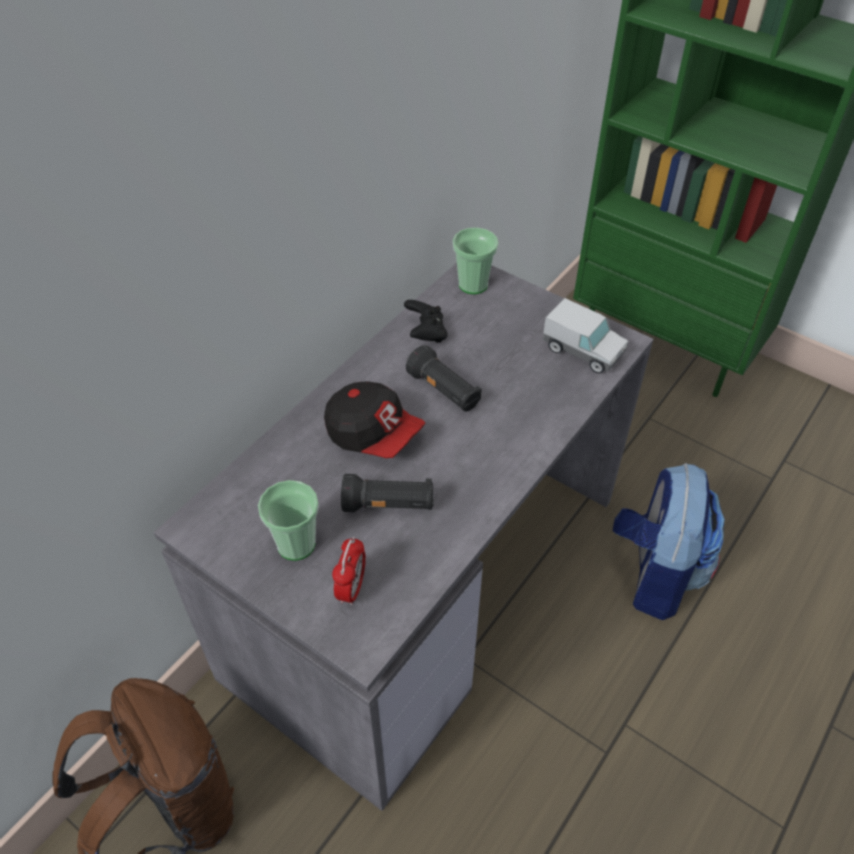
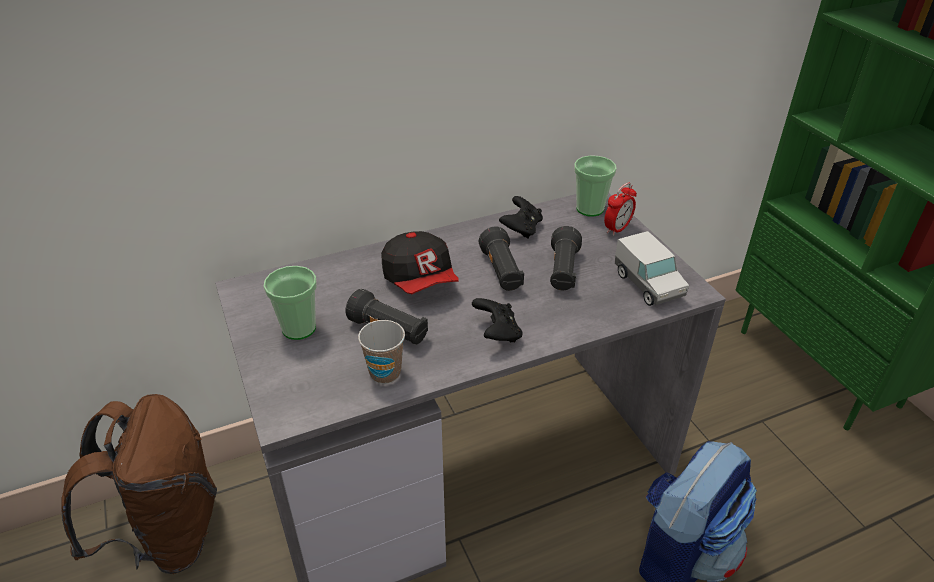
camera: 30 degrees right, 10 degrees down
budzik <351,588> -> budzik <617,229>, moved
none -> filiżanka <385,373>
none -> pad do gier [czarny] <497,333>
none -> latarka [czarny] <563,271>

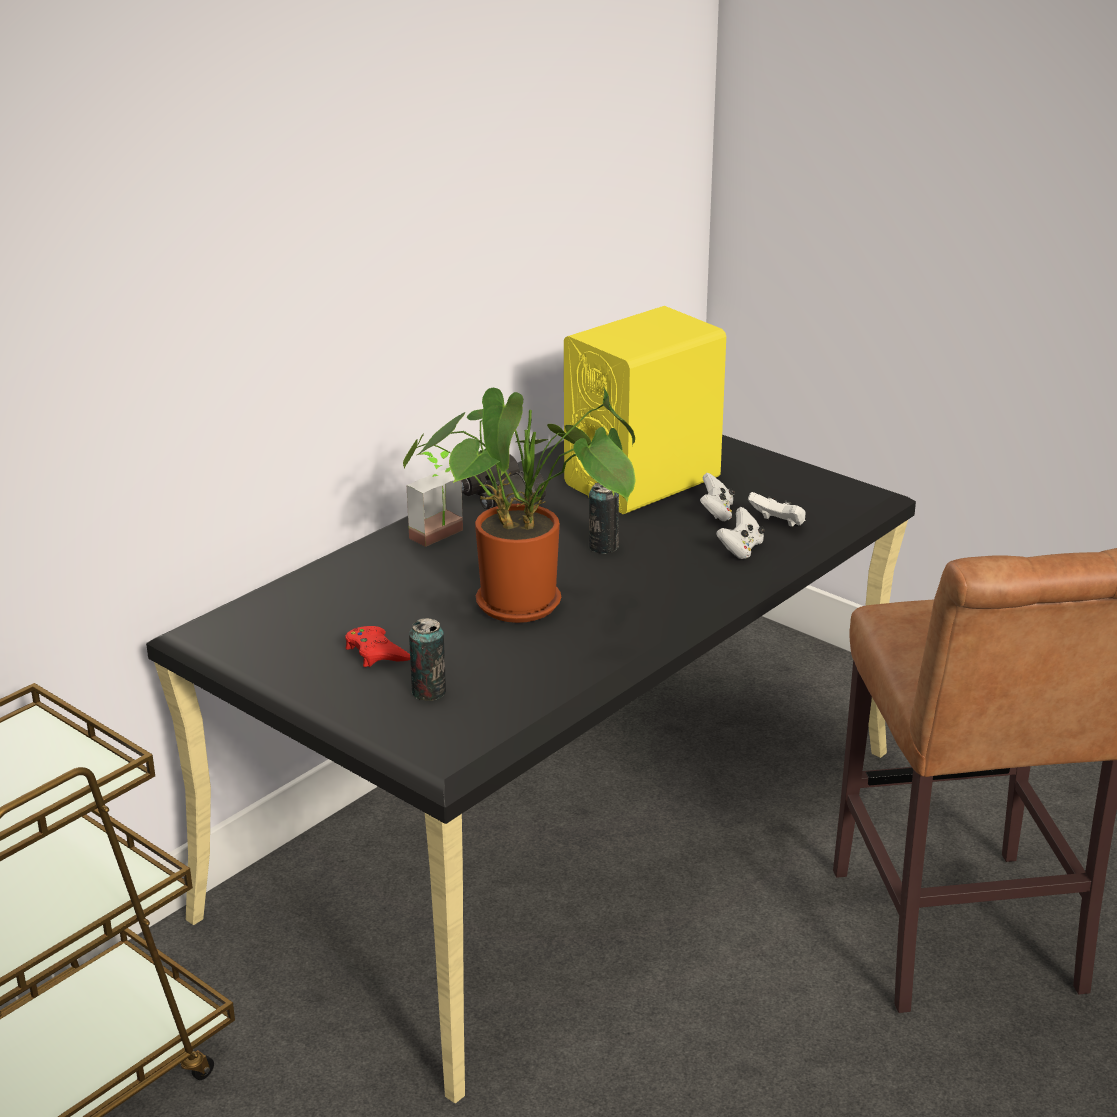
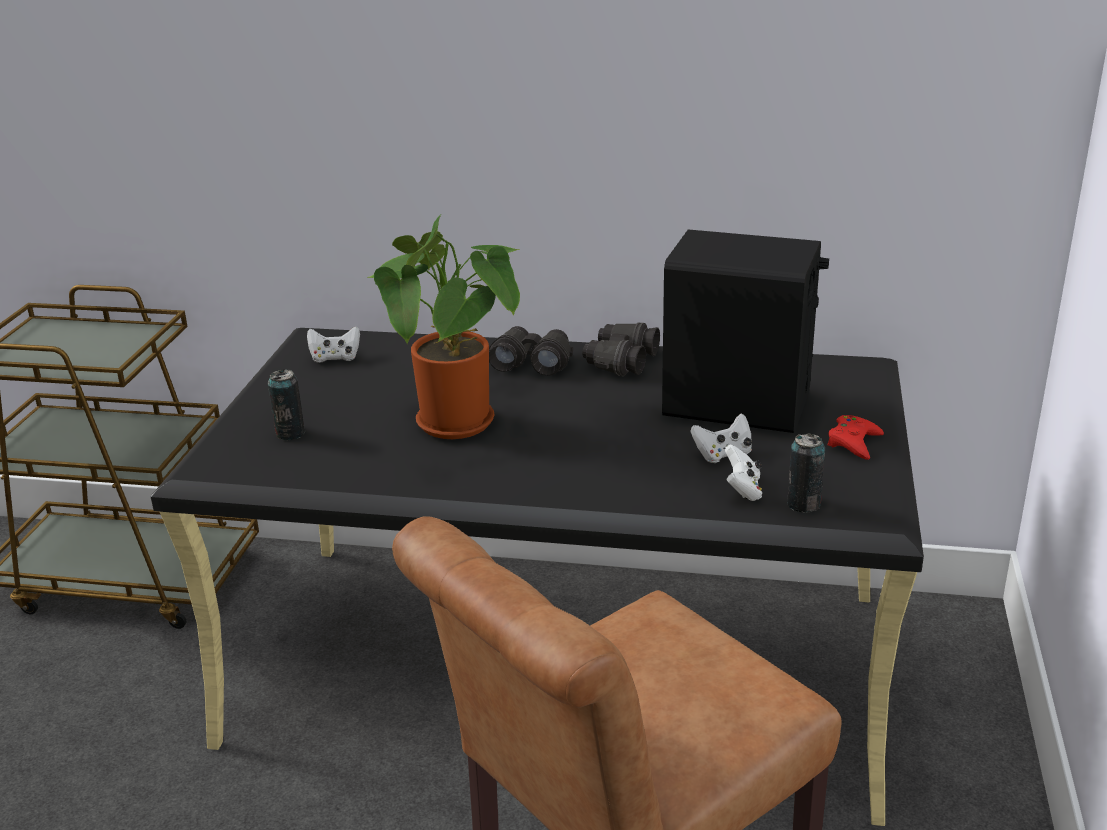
camera: 60 degrees right, 0 degrees up
pad do gier [czerwony] <376,653> -> pad do gier [czerwony] <854,442>, moved
roślina doniczkowa <443,537> -> lornetka [czarny] <531,362>
głośnik [żółty] <642,481> -> głośnik [czarny] <738,404>
puszka <603,547> -> puszka <803,504>, moved
pad do gier [biały] <741,549> -> pad do gier [biały] <335,358>, moved

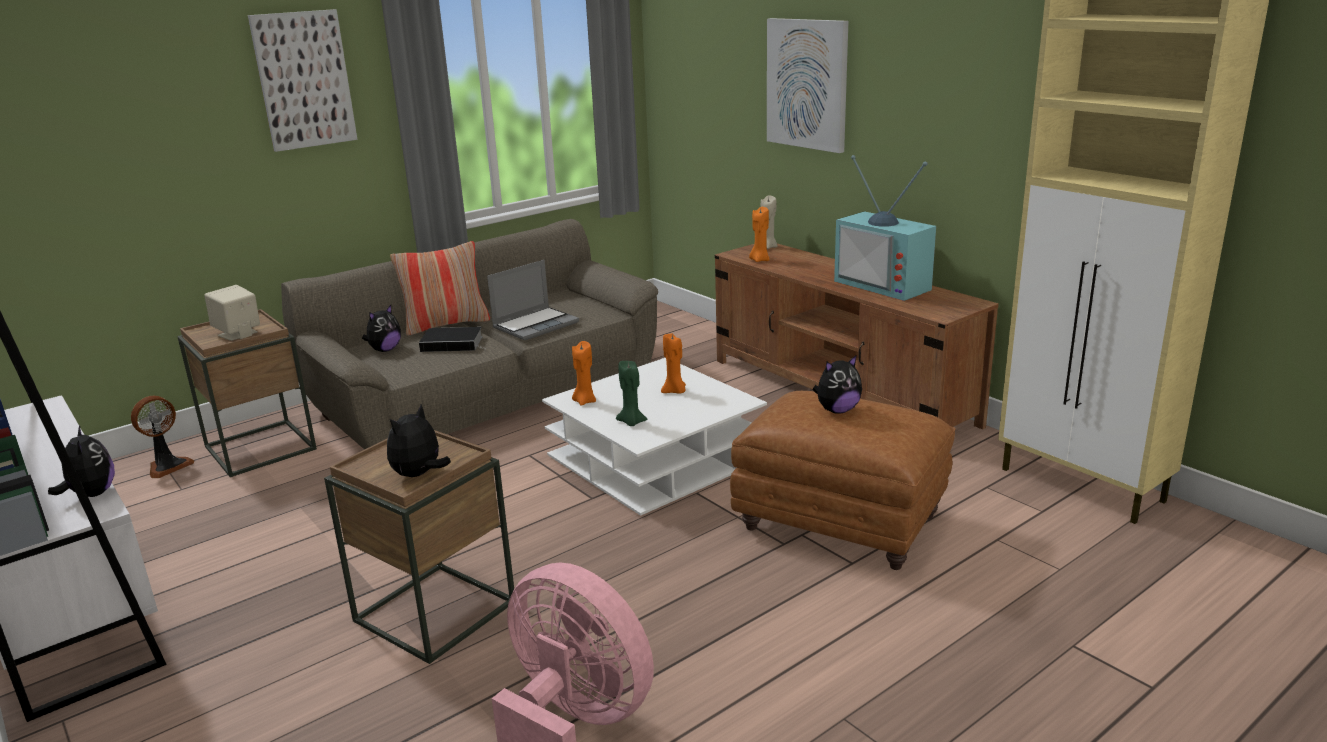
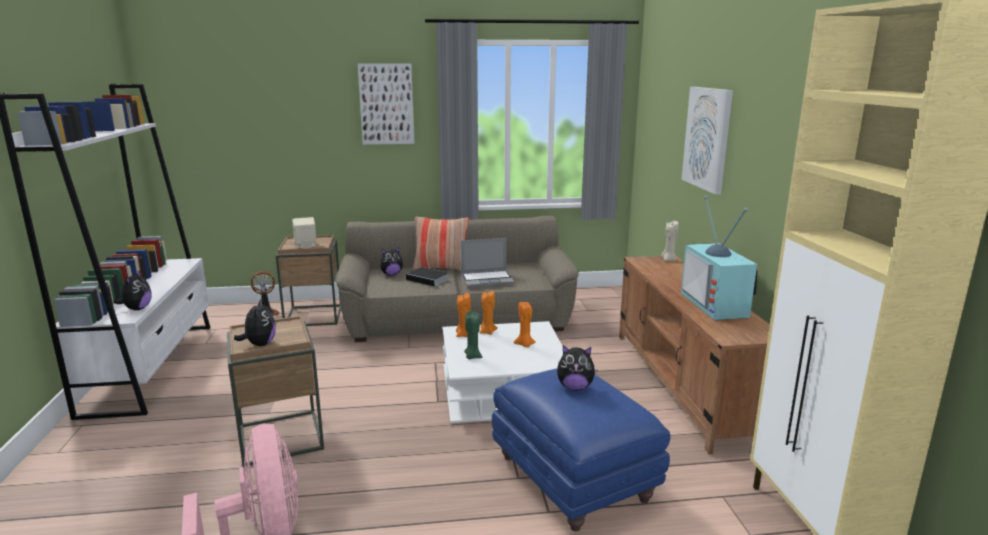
camera: 30 degrees right, 5 degrees down
pluszak <419,475> -> pluszak <259,344>, 105 degrees clockwise
pufa [brązowy] <842,523> -> pufa [niebieski] <575,480>
świeca [pomarańczowy] <759,260> -> świeca [pomarańczowy] <487,332>, moved

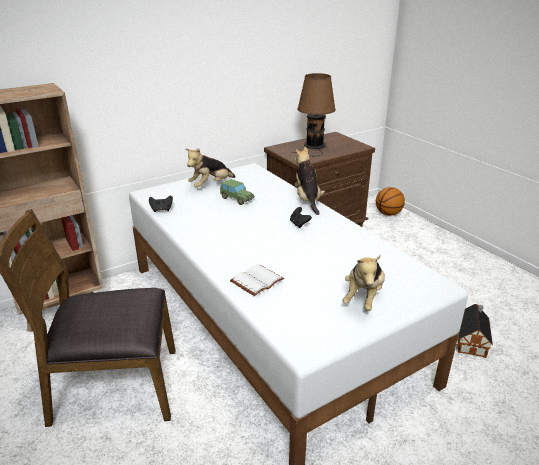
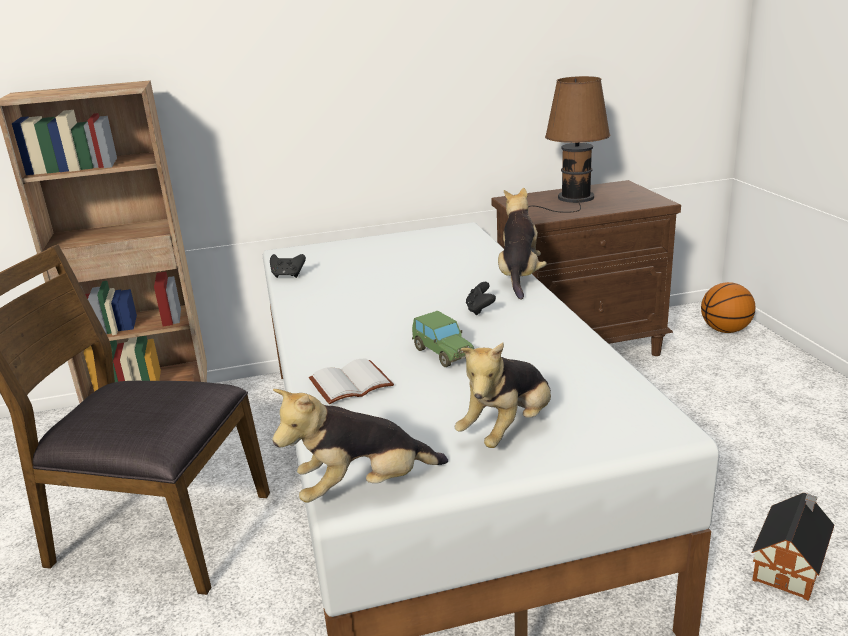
camera: 20 degrees right, 5 degrees down
pluszak <210,185> -> pluszak <363,488>, moved
samochodzik <236,199> -> samochodzik <443,353>, moved

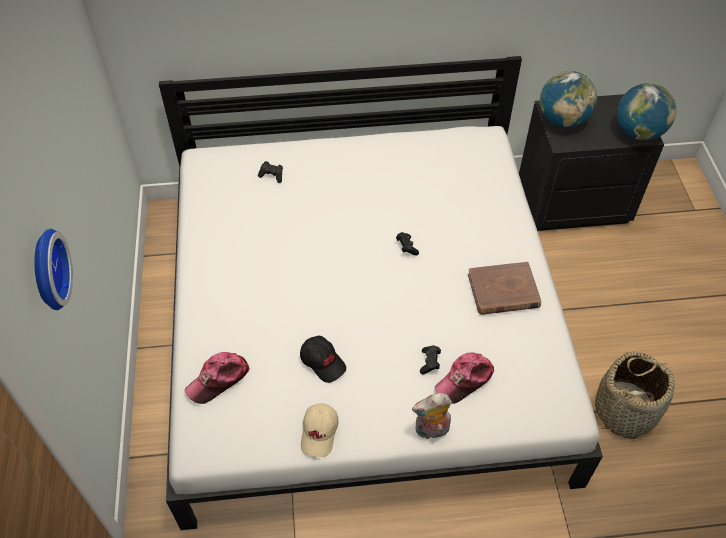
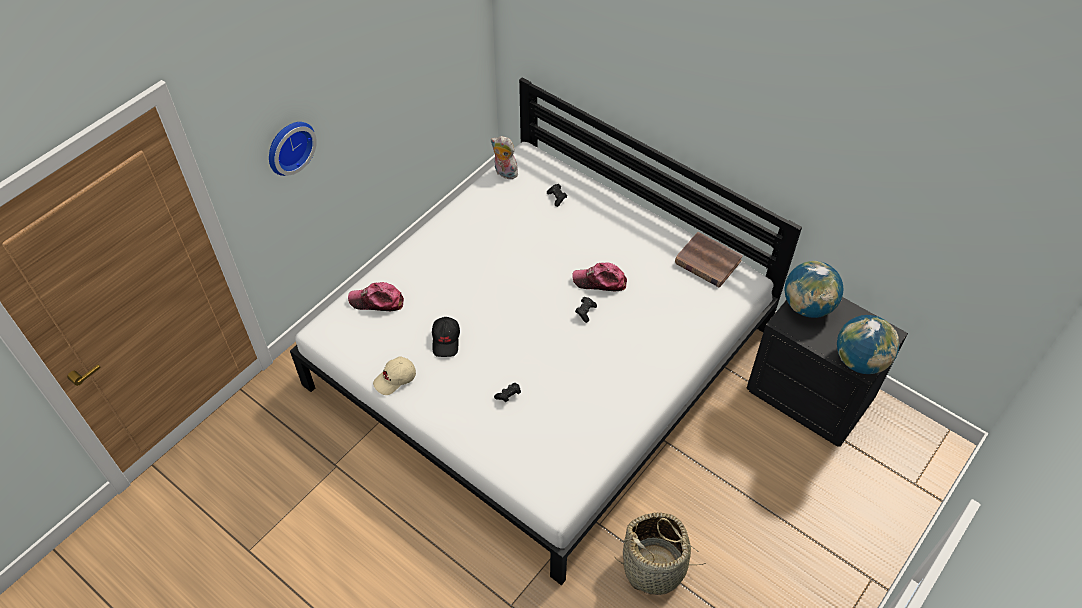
camera: 45 degrees right, 0 degrees up
pluszak <431,431> -> pluszak <504,173>, moved
czapka z daszkiem <465,380> -> czapka z daszkiem <600,281>, moved
książka [brązowy] <503,291> -> książka [brązowy] <707,262>, moved

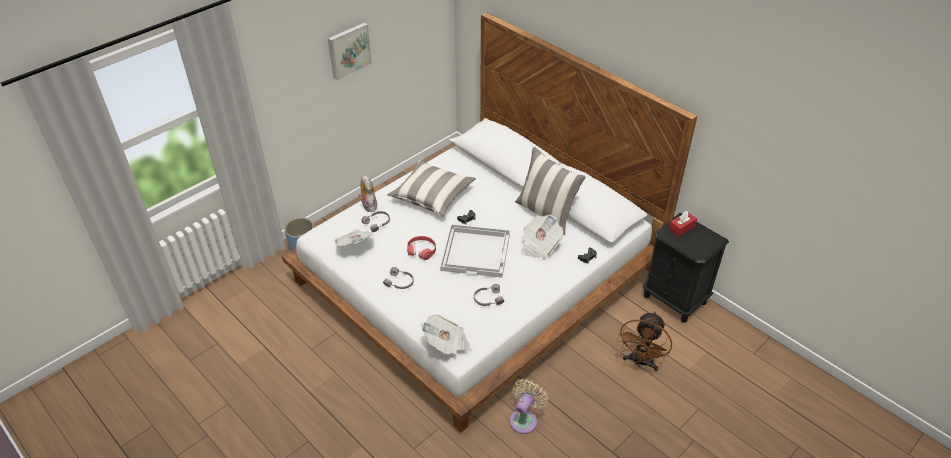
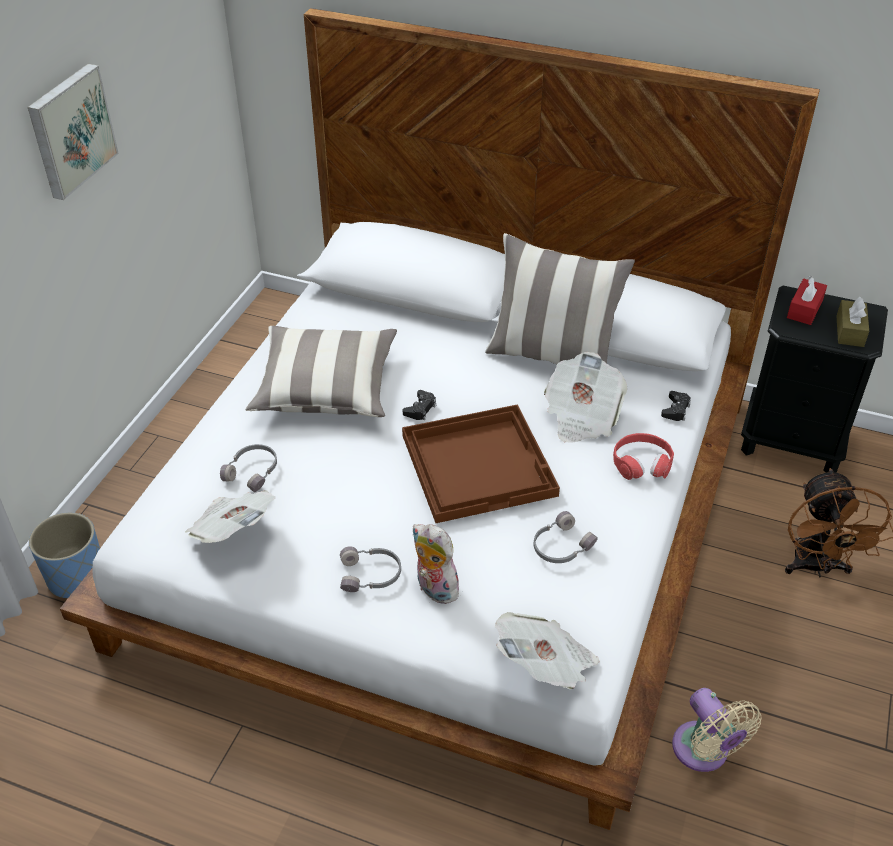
camera: 25 degrees left, 0 degrees up
pluszak <368,206> -> pluszak <434,589>, moved
słuchawki [czerwony] <421,250> -> słuchawki [czerwony] <642,463>, moved
taca [biały] <476,251> -> taca [brązowy] <479,464>
wentylator [beżowy] <525,419> -> wentylator [beżowy] <704,752>, 150 degrees clockwise
none -> pudełko chusteczek [brązowy] <849,331>

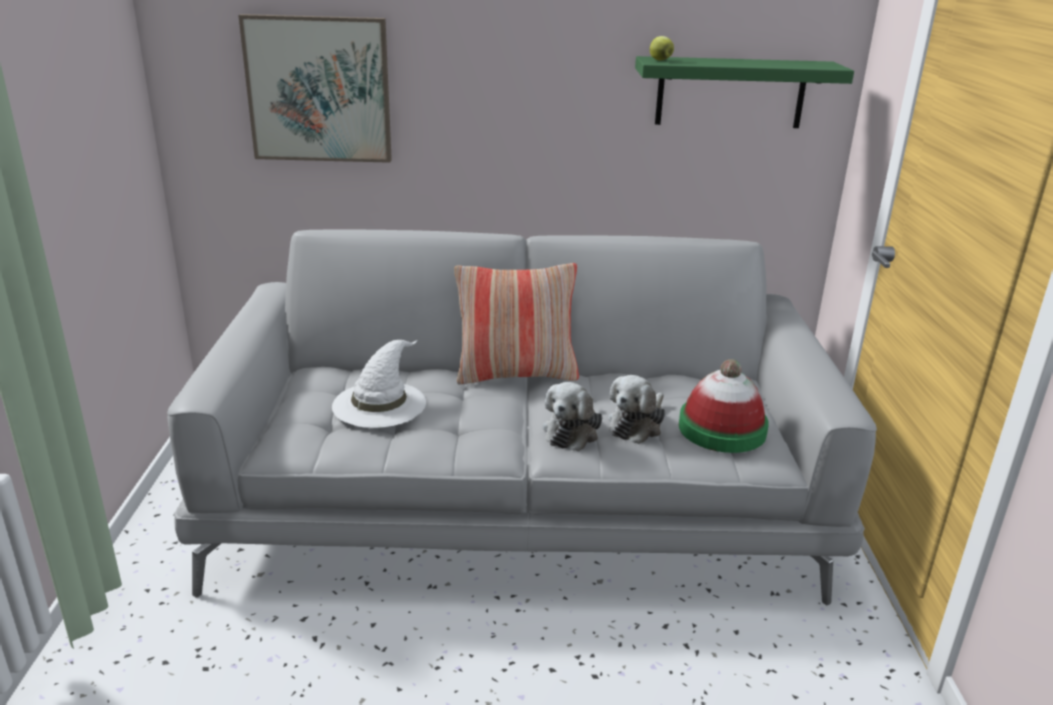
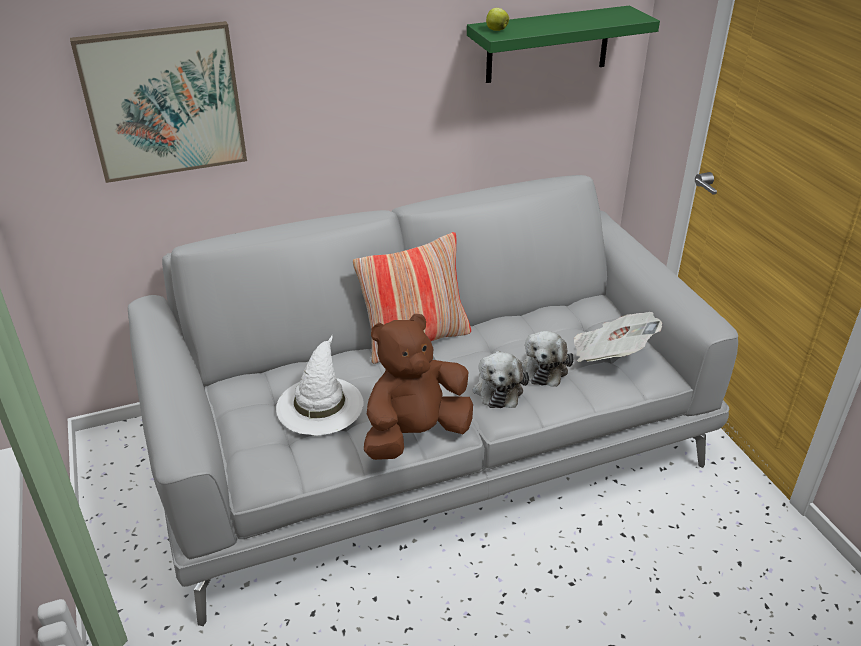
camera: 20 degrees left, 10 degrees up
kapelusz <722,429> -> gazeta <611,354>
none -> pluszak [brązowy] <415,434>

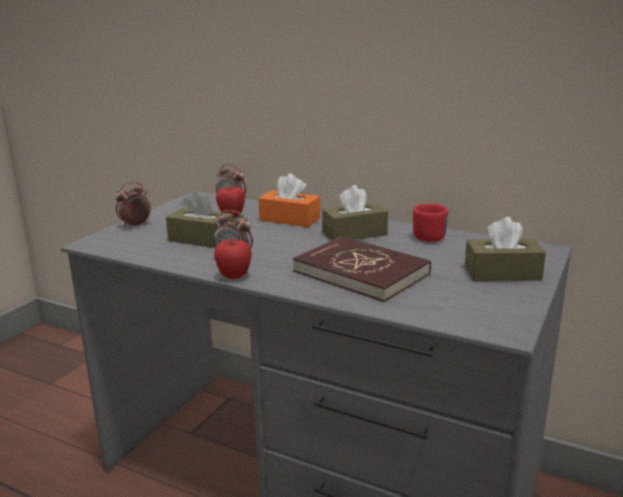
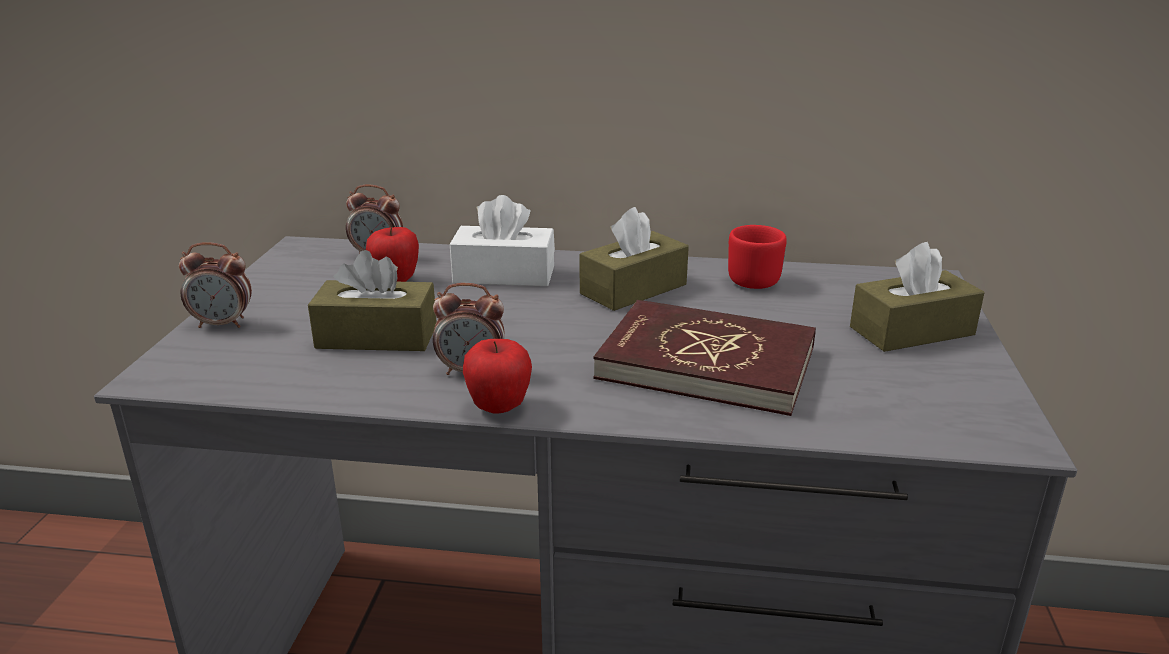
camera: 20 degrees left, 5 degrees up
budzik <135,225> -> budzik <223,324>, 120 degrees counterclockwise
pudełko chusteczek [pomarańczowy] <289,219> -> pudełko chusteczek [biały] <504,274>

